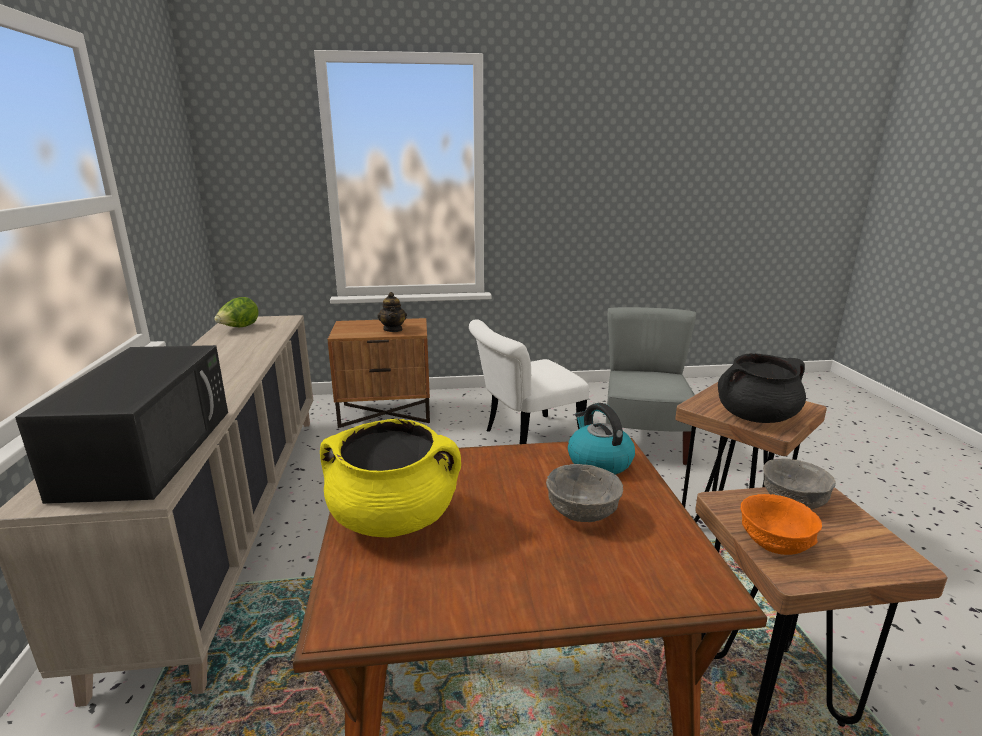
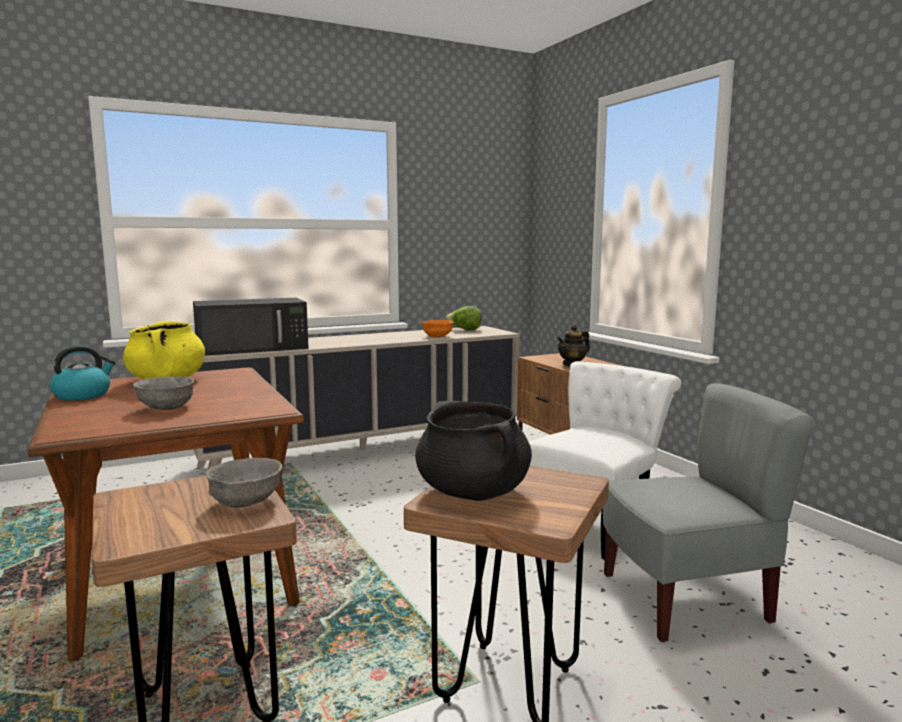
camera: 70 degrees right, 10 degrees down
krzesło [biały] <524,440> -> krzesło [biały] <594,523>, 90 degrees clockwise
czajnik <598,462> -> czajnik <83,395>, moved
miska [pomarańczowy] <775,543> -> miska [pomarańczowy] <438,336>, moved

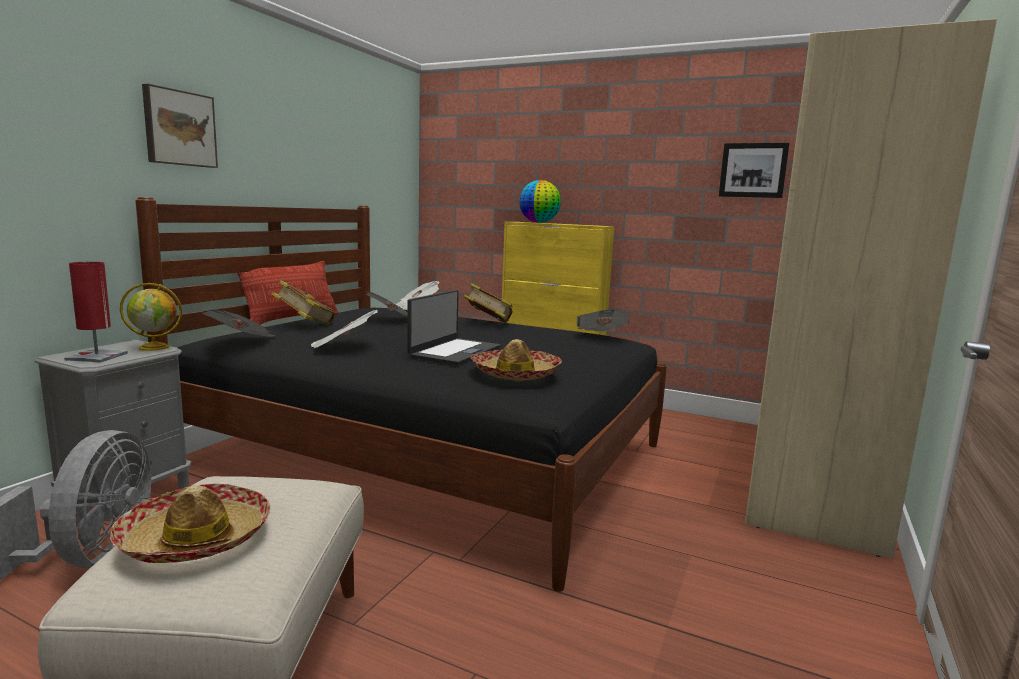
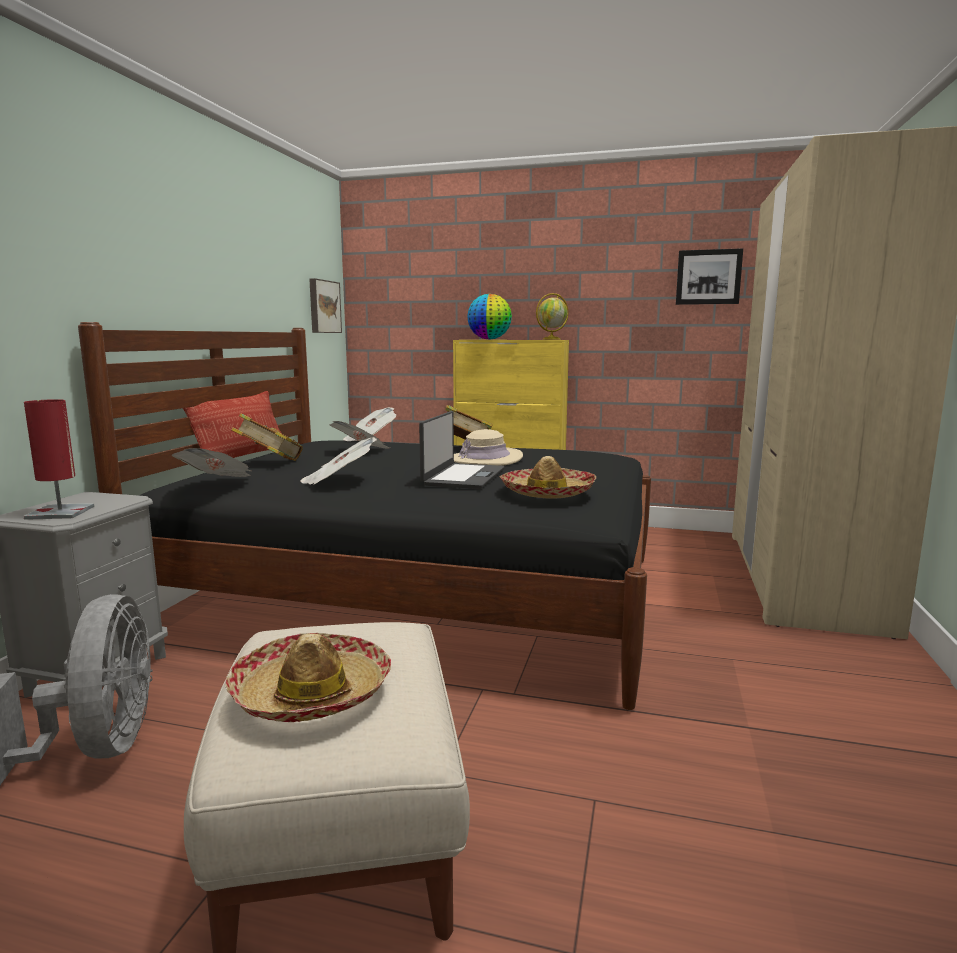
camera: 10 degrees left, 0 degrees up
globus <155,347> -> globus <552,339>, moved
obraz <179,128> -> obraz <323,306>, moved
gazeta <601,336> -> none
none -> kapelusz [beżowy] <485,459>

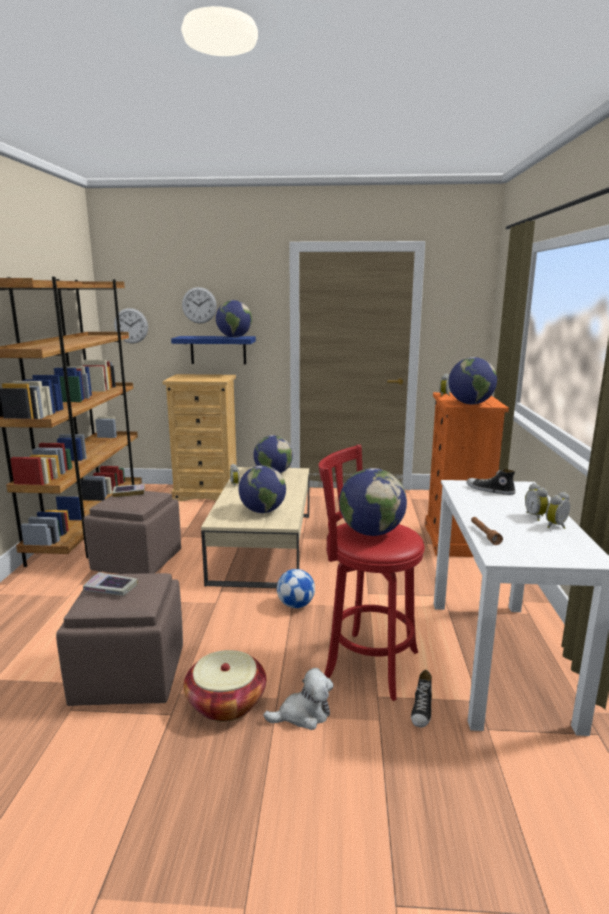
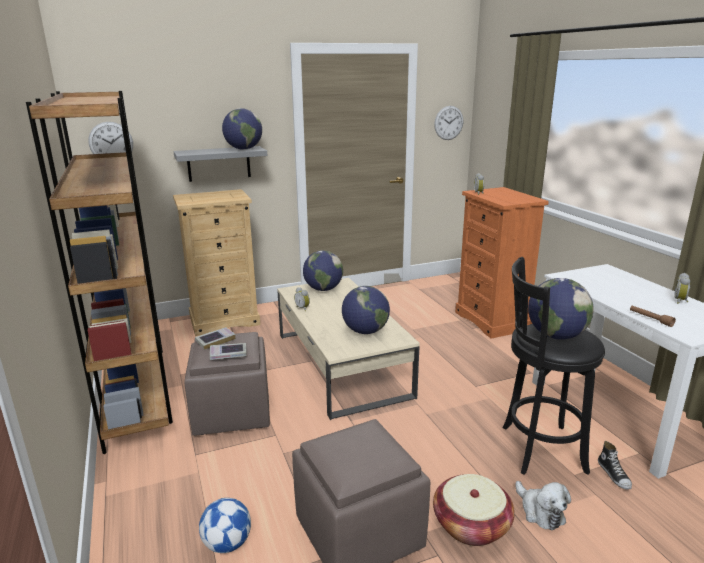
camera: 25 degrees left, 5 degrees up
książka <111,588> -> książka <228,354>, moved
półka [niebieski] <218,350> -> półka [szary] <219,163>
zegar ścienny <199,305> -> zegar ścienny <448,123>, moved
pluszak <303,714> -> pluszak <540,511>, 105 degrees clockwise
piłka futbolowa <296,605> -> piłka futbolowa <227,543>, moved
stołek [czerwony] <366,663> -> stołek [czarny] <538,449>
globus <470,404> -> none
but <490,490> -> none
budzik <536,516> -> none

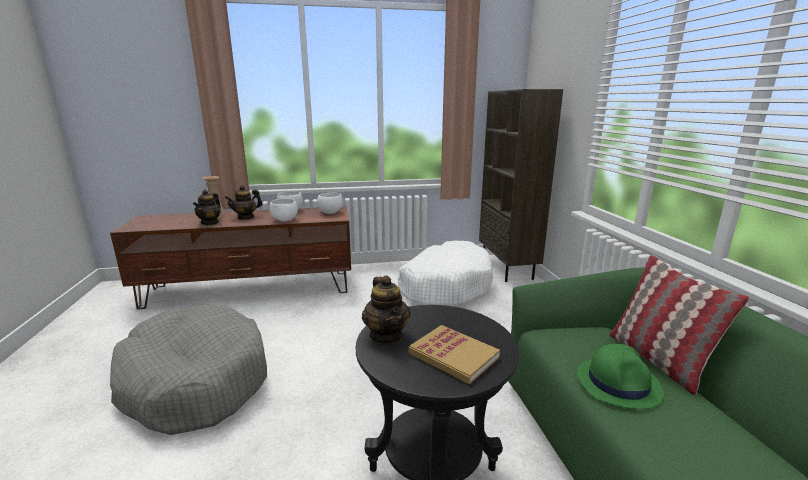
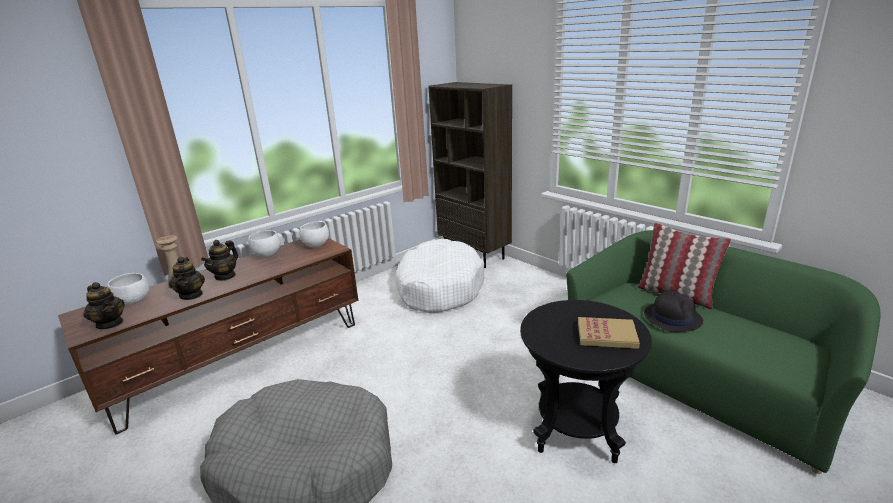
camera: 30 degrees left, 5 degrees up
miska [biały] <285,220> -> miska [biały] <134,301>, moved
imbryk <387,335> -> imbryk <110,323>, moved
kapelusz [zielony] <618,383> -> kapelusz [czarny] <672,317>

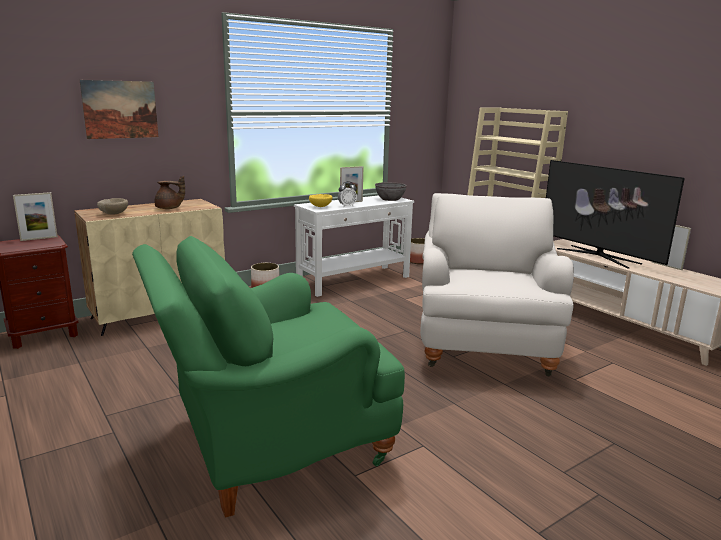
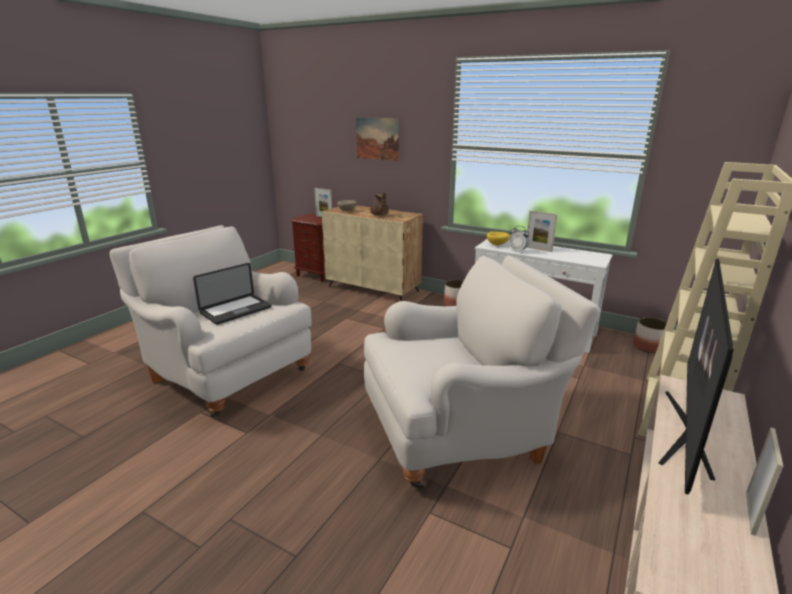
camera: 65 degrees right, 5 degrees up
fotel [zielony] <269,444> -> fotel [biały] <226,373>
miska [szary] <390,199> -> none
none -> laptop <236,310>

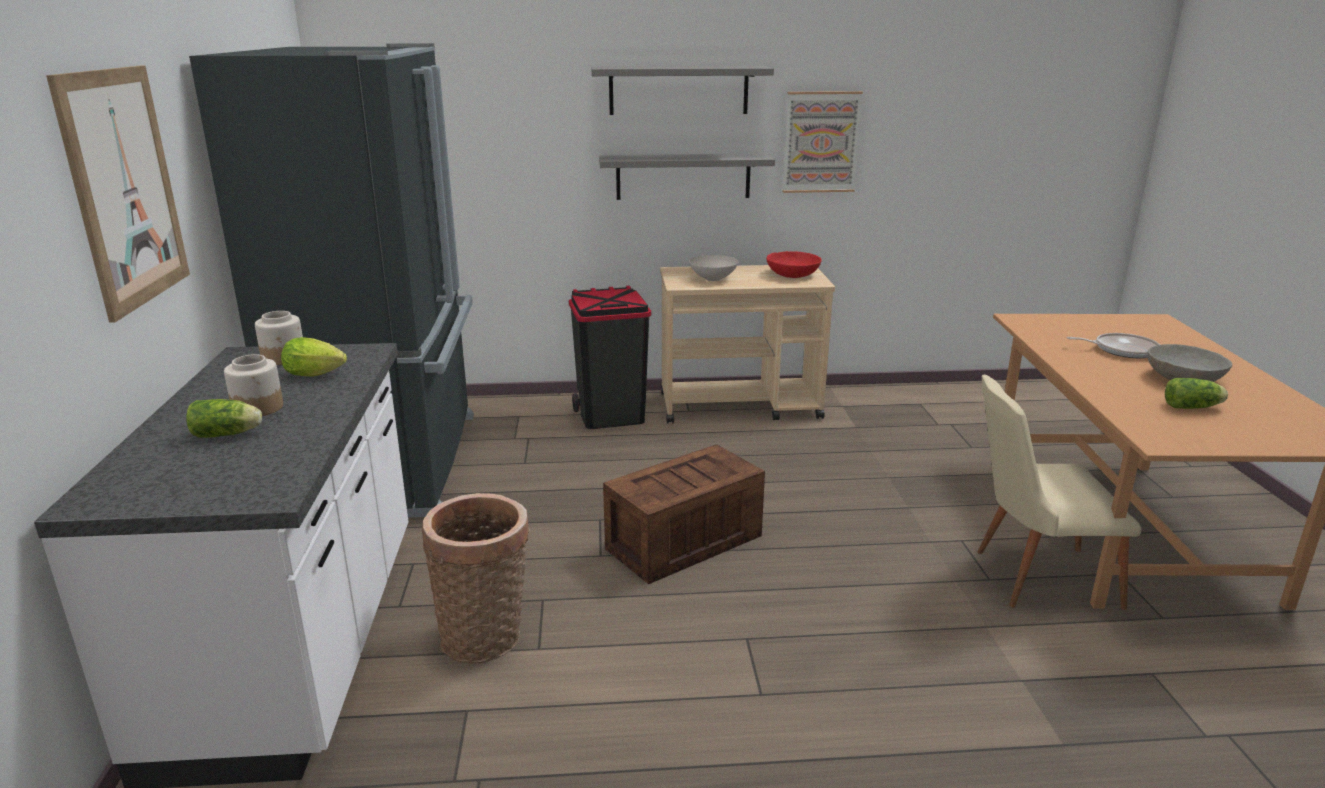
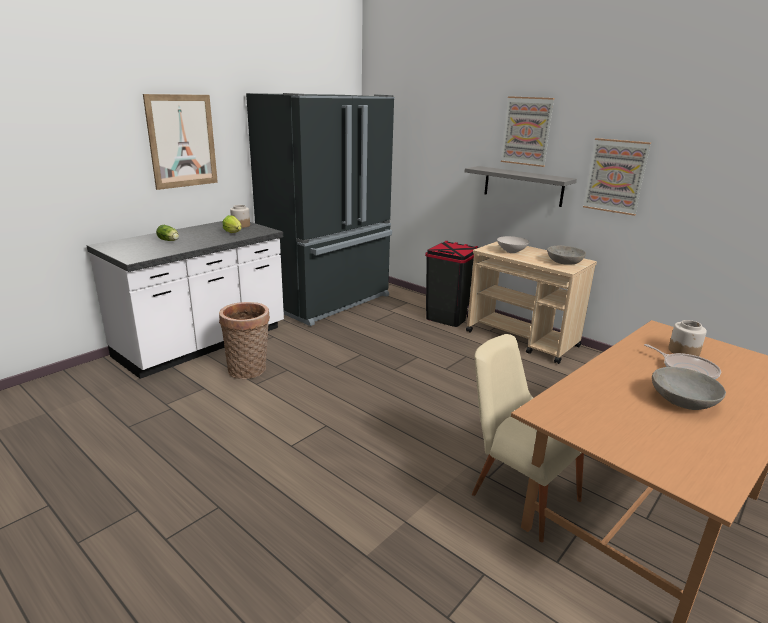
camera: 45 degrees right, 0 degrees up
słoik <258,408> -> słoik <684,351>, moved
półka [szary] <678,90> -> obraz <527,131>
skrzynka <682,543> -> none
miska [czerwony] <792,275> -> miska [szary] <564,262>
sałata <1193,407> -> none

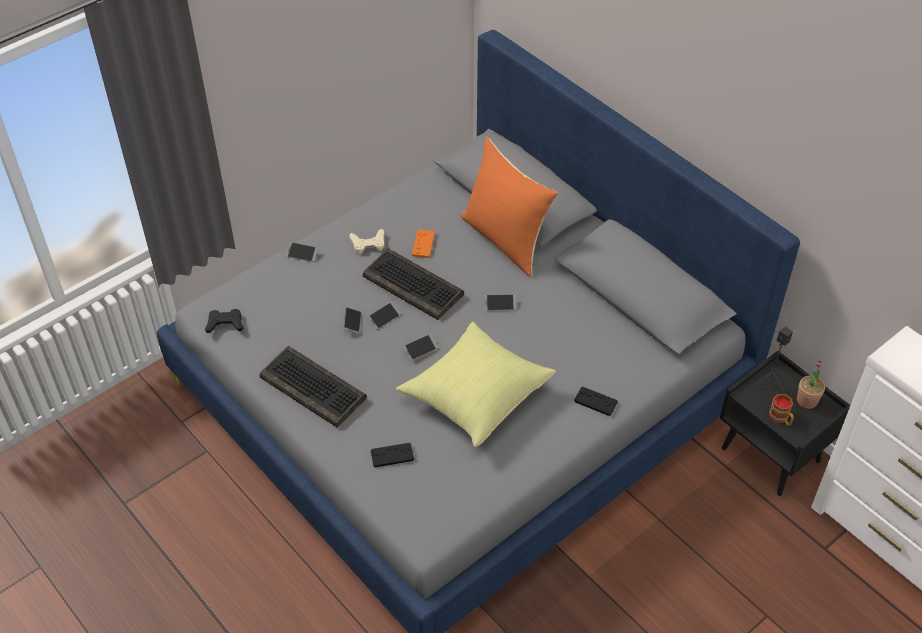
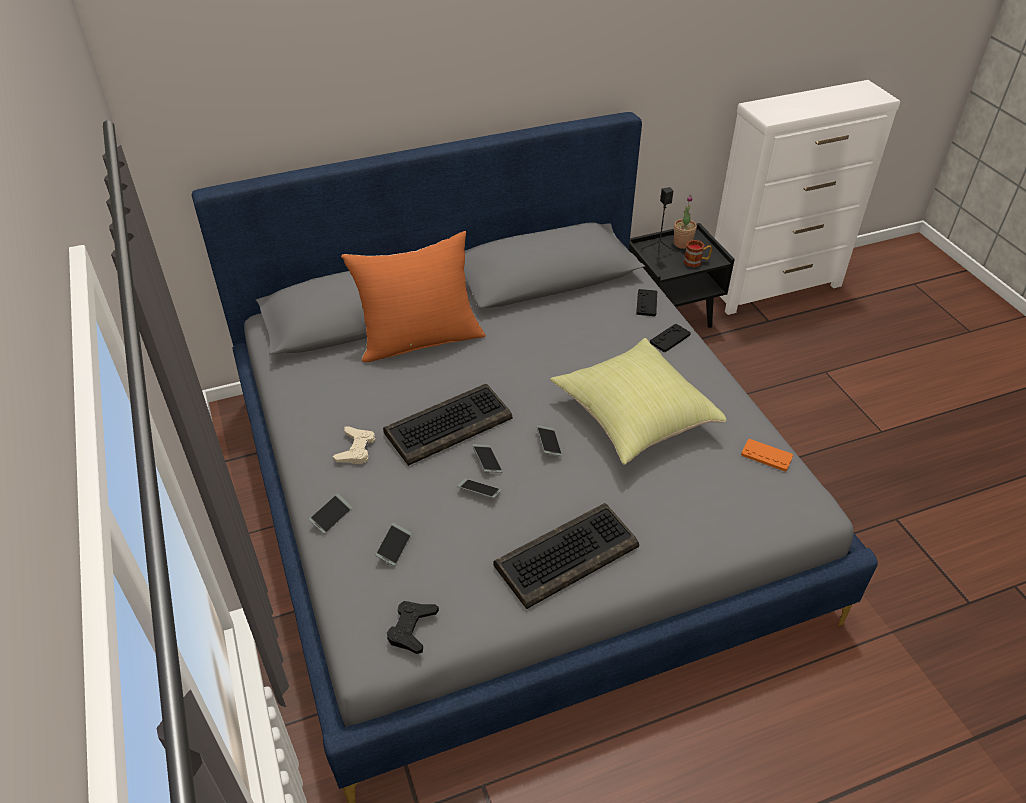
camera: 70 degrees left, 5 degrees down
pad do gier [czarny] <392,455> -> pad do gier [czarny] <646,303>, moved
pad do gier [pomarańczowy] <423,244> -> pad do gier [pomarańczowy] <766,456>, moved
telefon <500,305> -> telefon <394,547>, moved

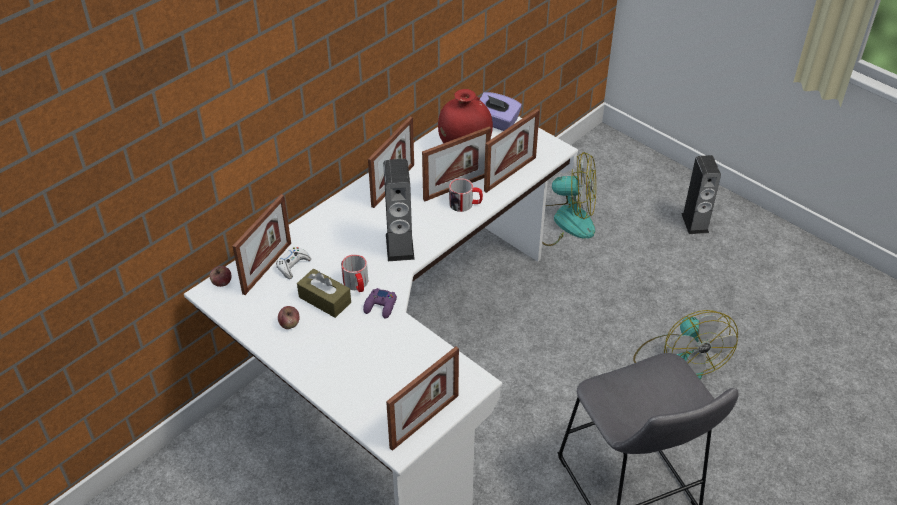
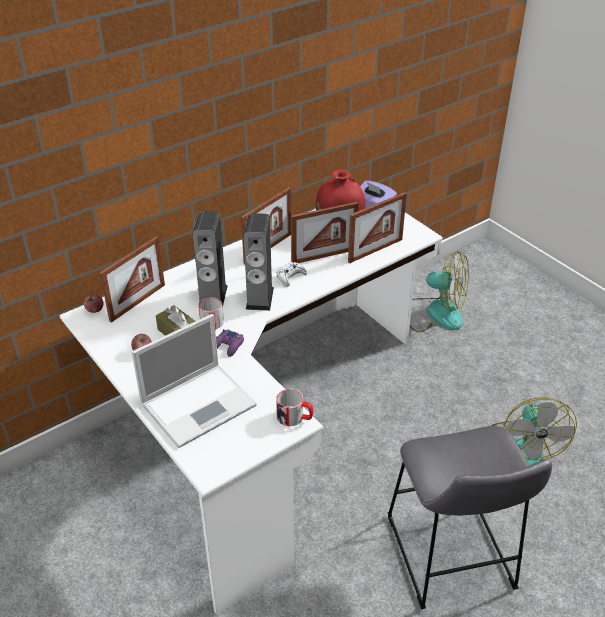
camera: 10 degrees right, 5 degrees down
pad do gier [biały] <293,265> -> pad do gier [biały] <290,277>, moved
ramka na zdjęcie <424,421> -> none
kubek <465,204> -> kubek <295,417>, moved
głośnik <695,223> -> głośnik <213,296>, moved
none -> laptop <200,403>

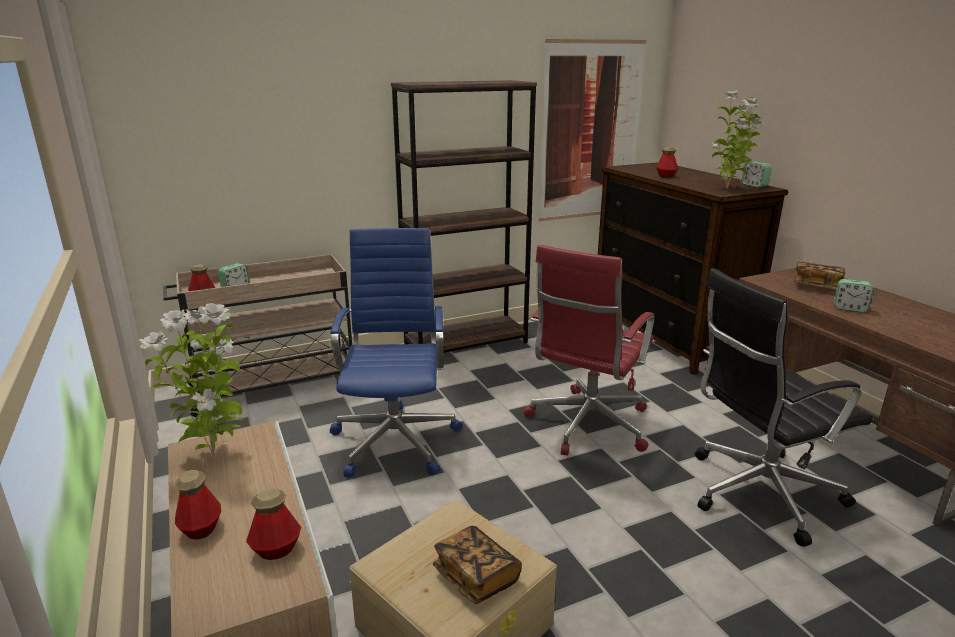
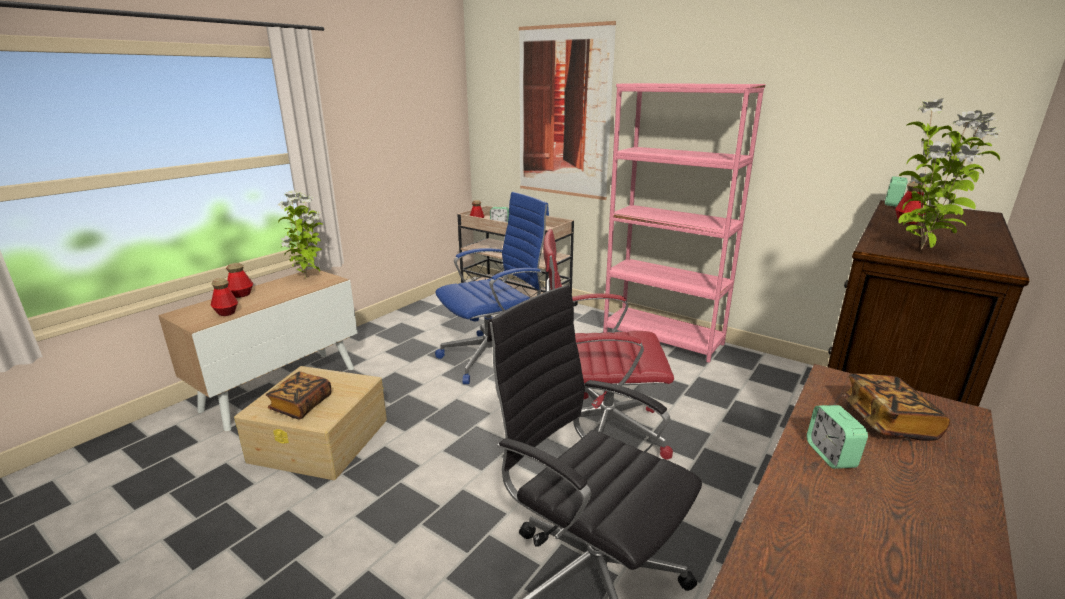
camera: 60 degrees right, 0 degrees up
regał [brązowy] <466,344> -> regał [różowy] <662,338>
obraz <591,132> -> obraz <563,113>, moved
budzik <754,185> -> budzik <892,204>, moved

